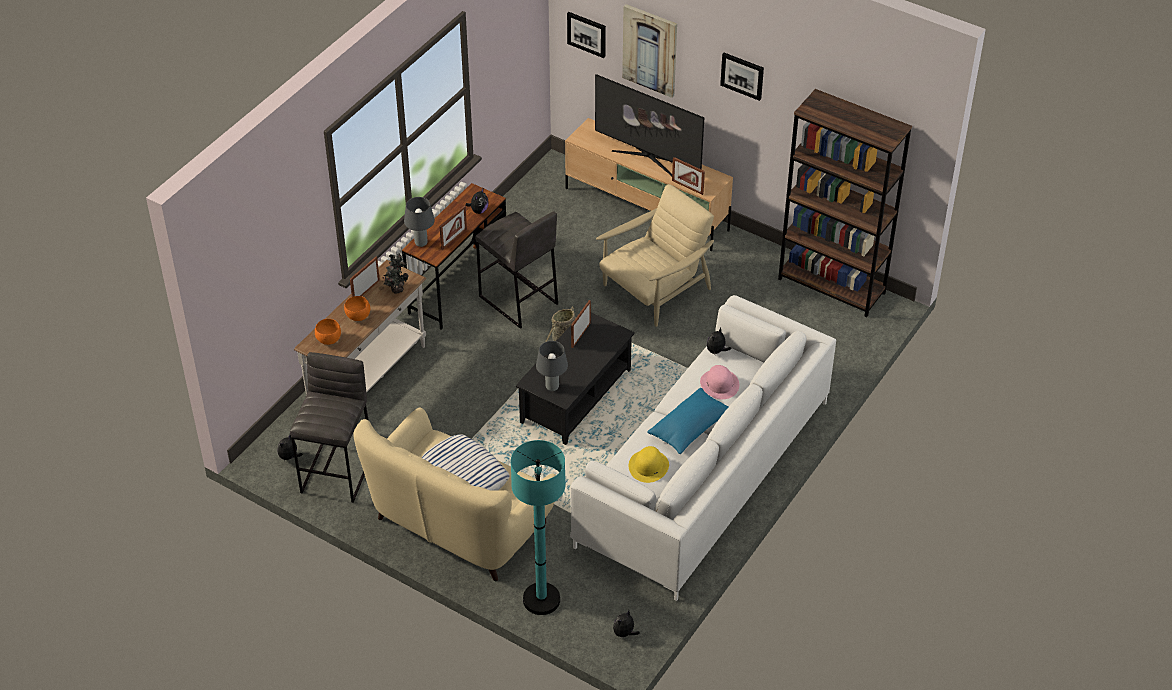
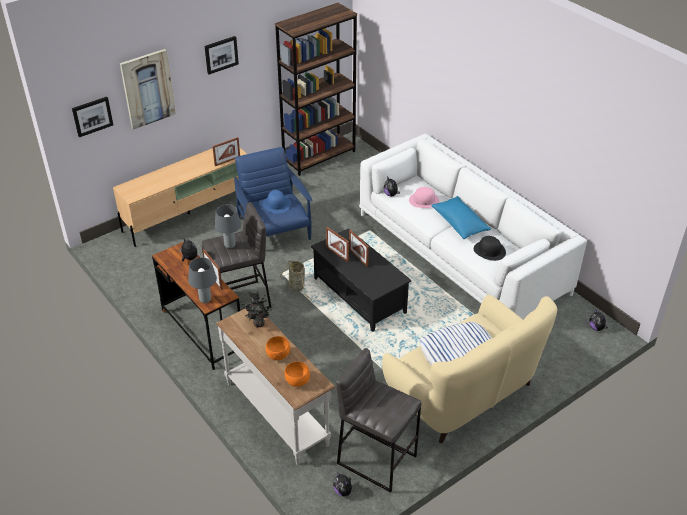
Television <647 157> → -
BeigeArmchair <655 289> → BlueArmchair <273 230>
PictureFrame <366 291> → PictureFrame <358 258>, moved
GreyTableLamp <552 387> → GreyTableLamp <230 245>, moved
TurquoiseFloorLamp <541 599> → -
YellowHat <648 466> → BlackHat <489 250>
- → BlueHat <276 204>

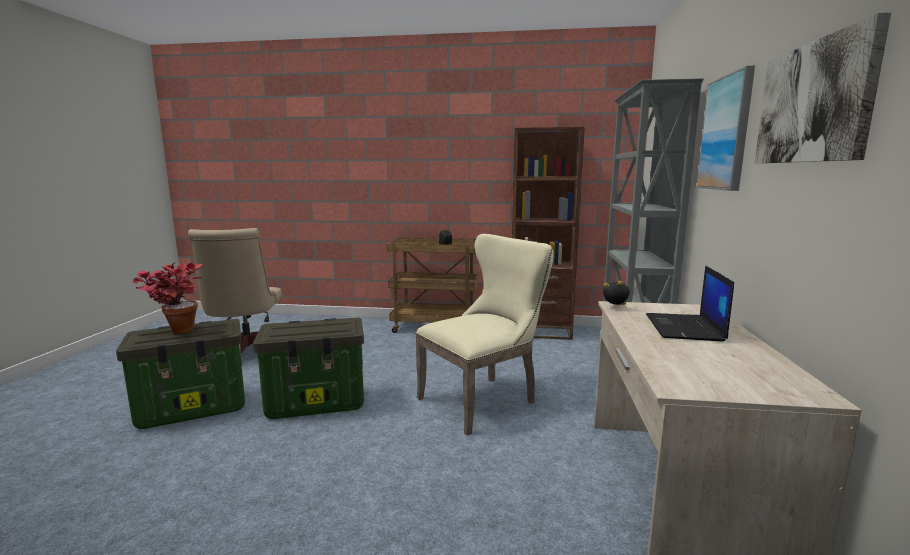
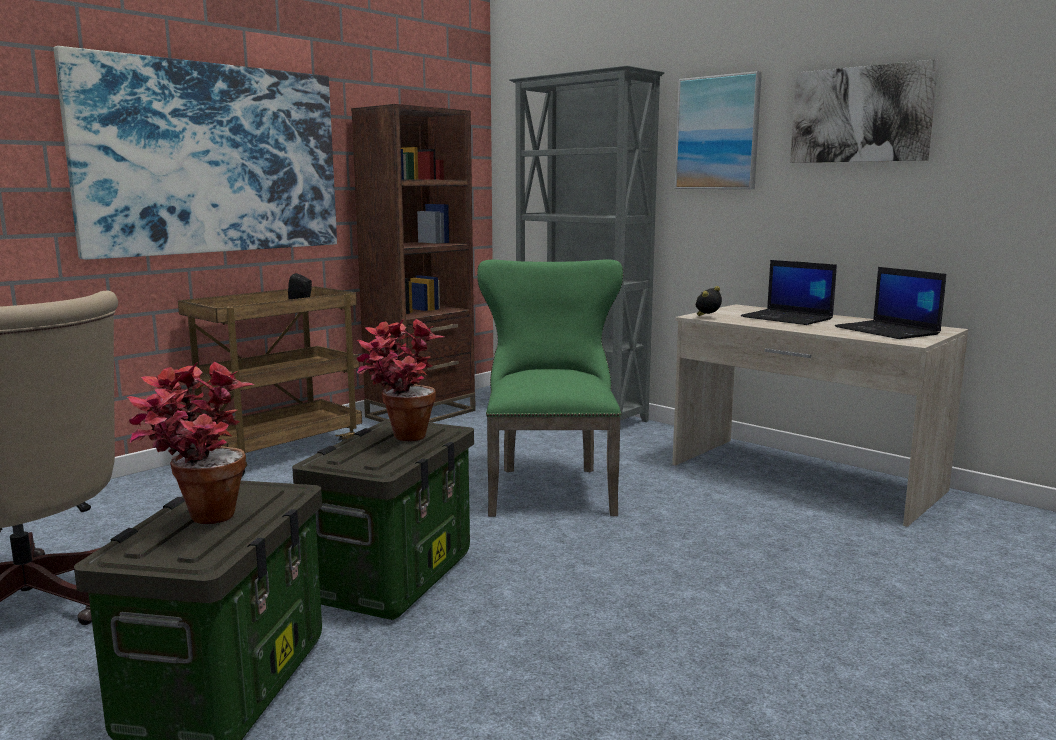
BeigeChair <484 399> → GreenChair <550 487>
- → Picture <212 159>
- → Laptop <888 331>
- → PottedPlant <399 439>

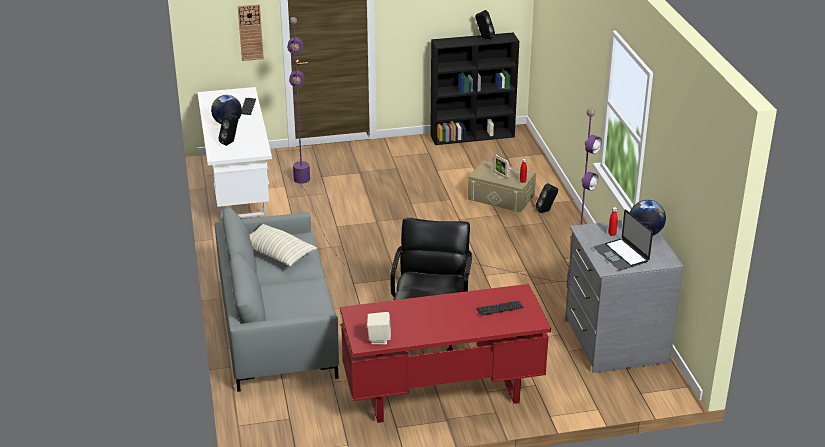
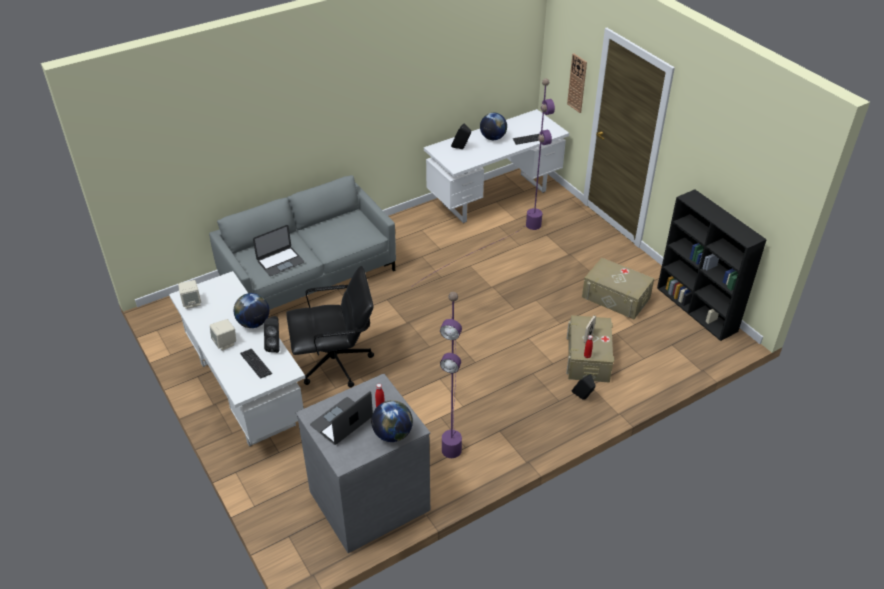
BlackSpeaker <484 38> → BlackSpeaker <275 346>, moved
Pillow <276 254> → -
RedDesk <442 396> → WhiteDesk <245 393>
- → Laptop <280 261>
- → BeigeStorageBox <616 297>
- → Globe <253 323>
- → BeigeSpeaker <225 343>

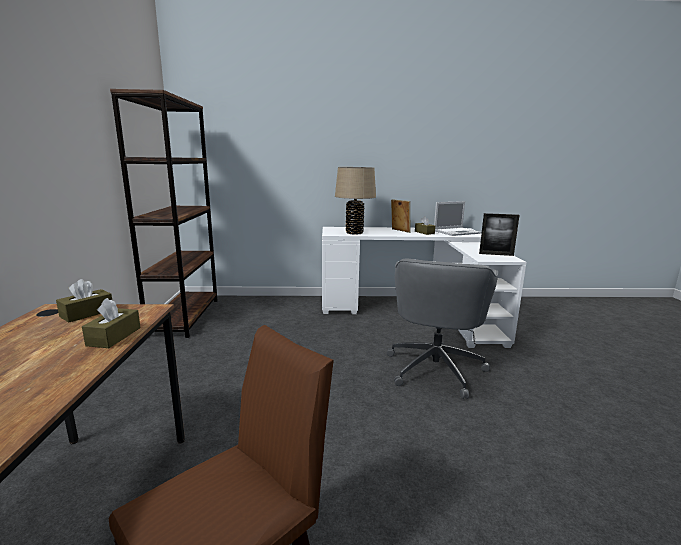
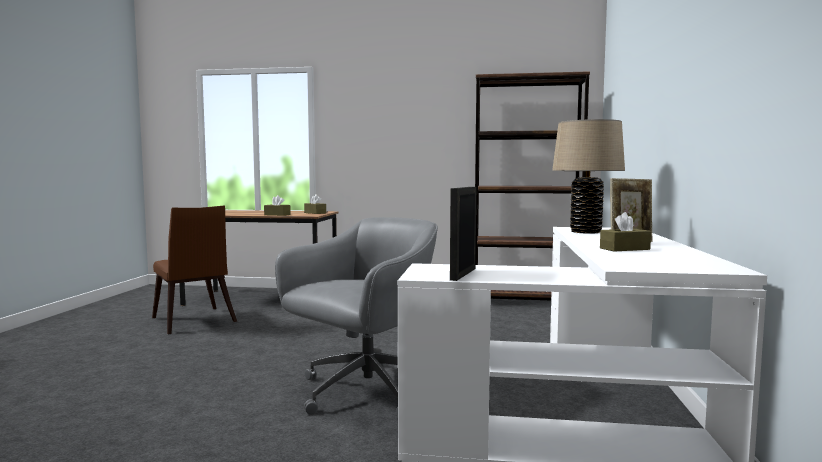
Laptop <457 232> → -
GreyOfficeChair <435 367> → GreyOfficeChair <364 392>, 105 degrees clockwise

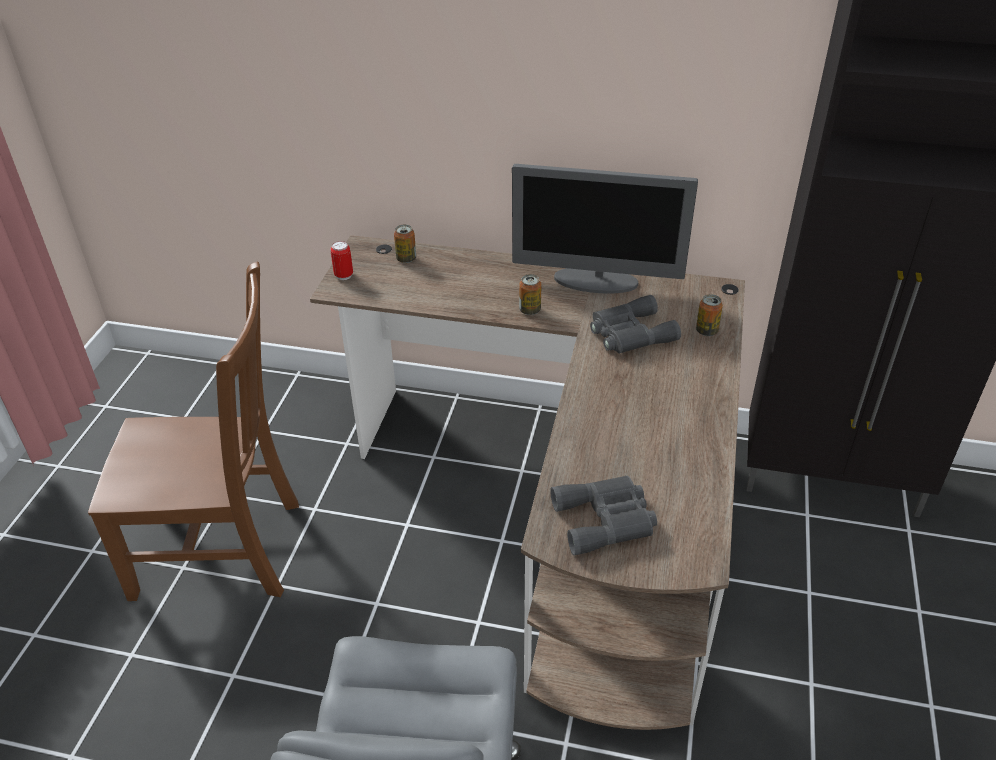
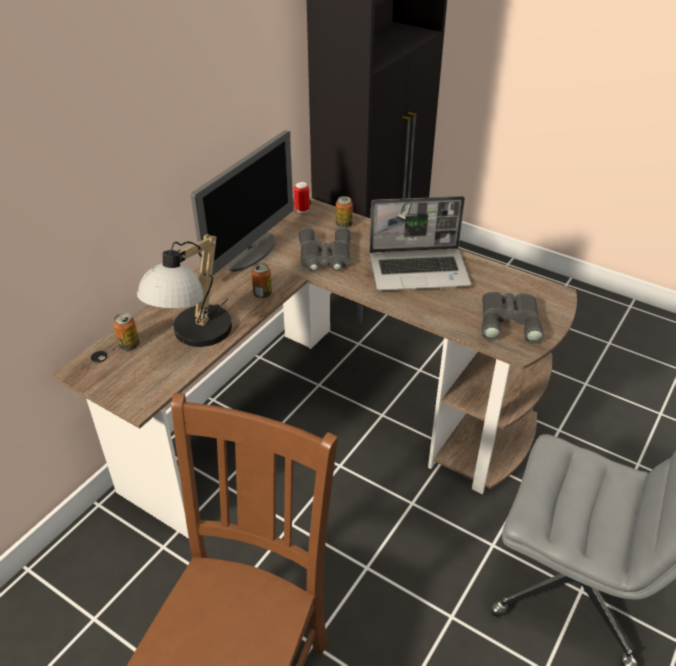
Can <344 276> → Can <302 210>, moved
- → Laptop <419 270>
- → TableLamp <194 338>

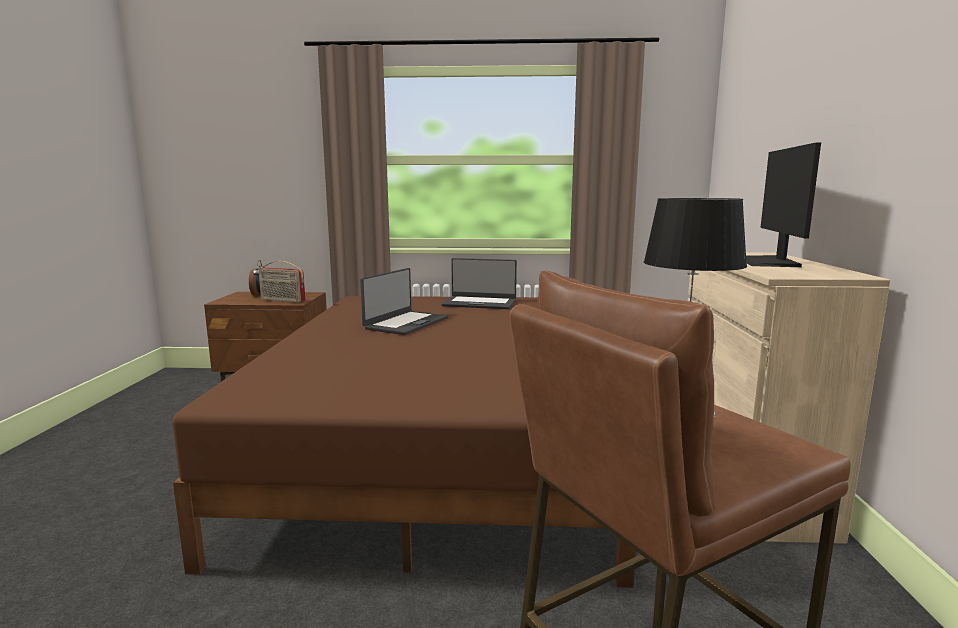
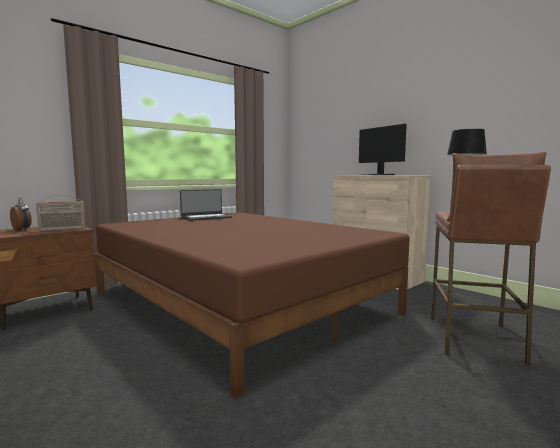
Laptop <406 323> → -

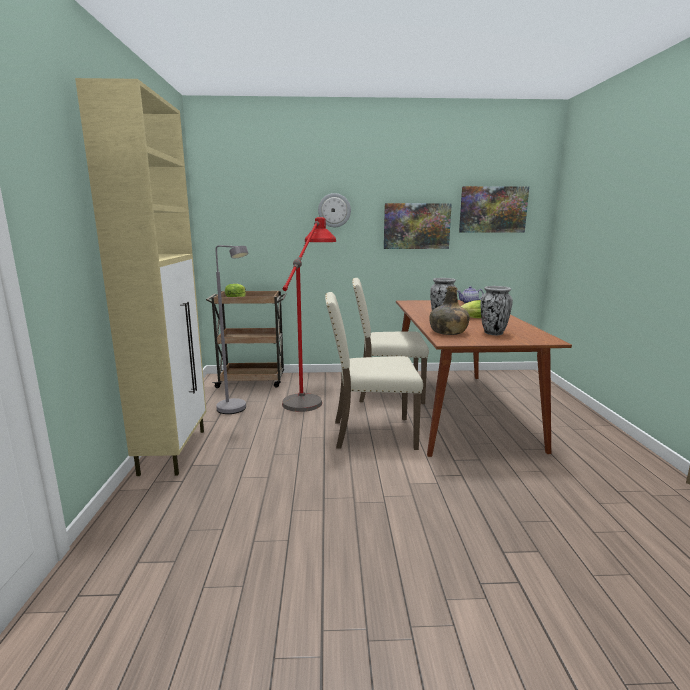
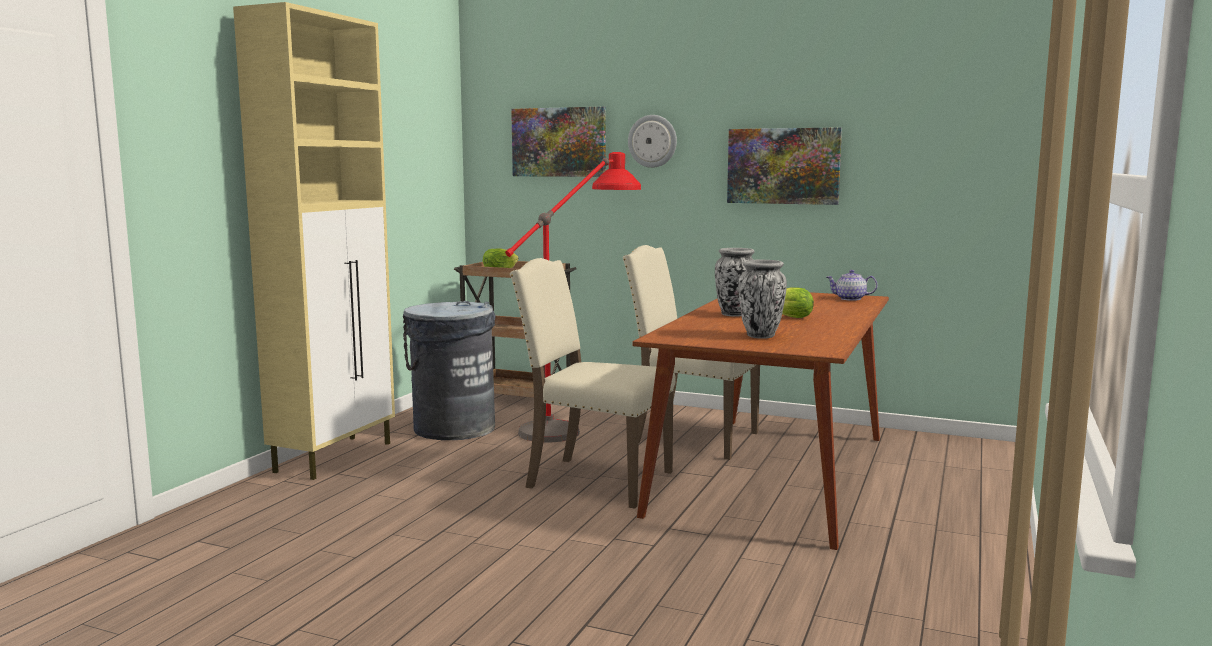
Picture <493 209> → Picture <559 142>, moved
GreyFloorLamp <236 410> → GreyTrashCan <453 428>
GreenBottle <448 332> → -

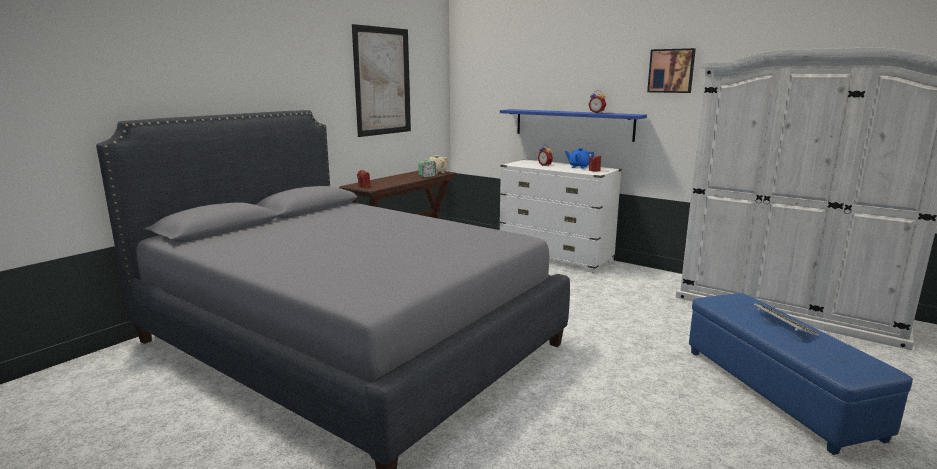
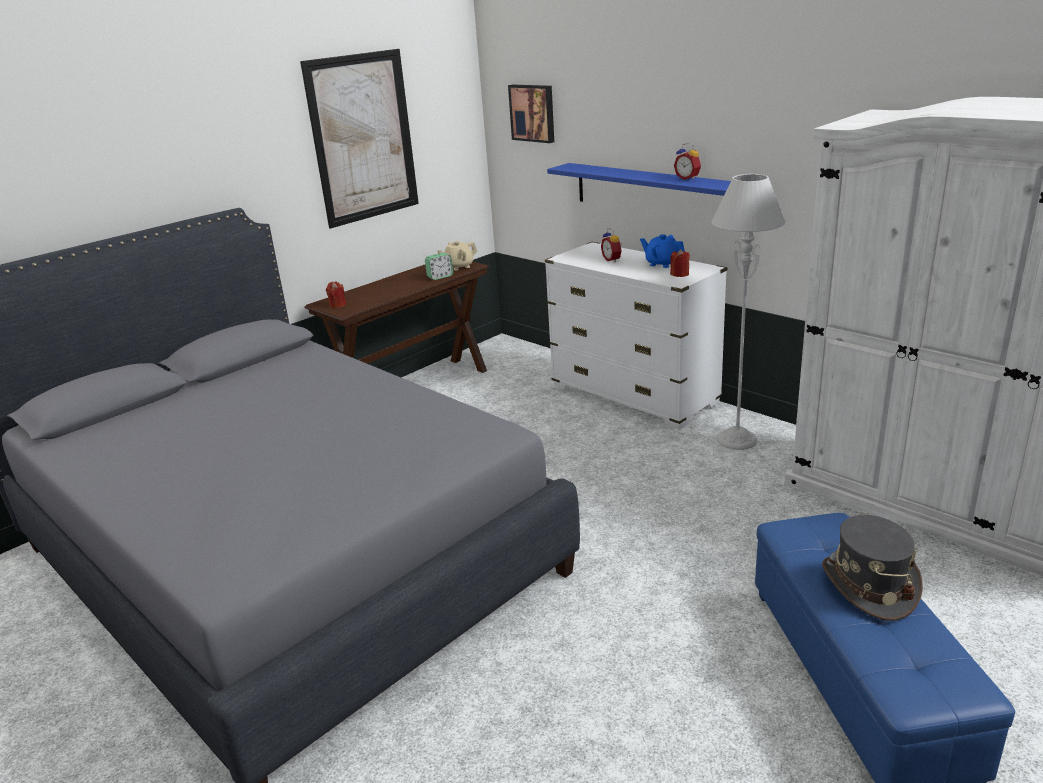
Picture <671 71> → Picture <533 113>, moved
Keyboard <783 324> → GreyHat <869 586>
- → GreyFloorLamp <737 439>

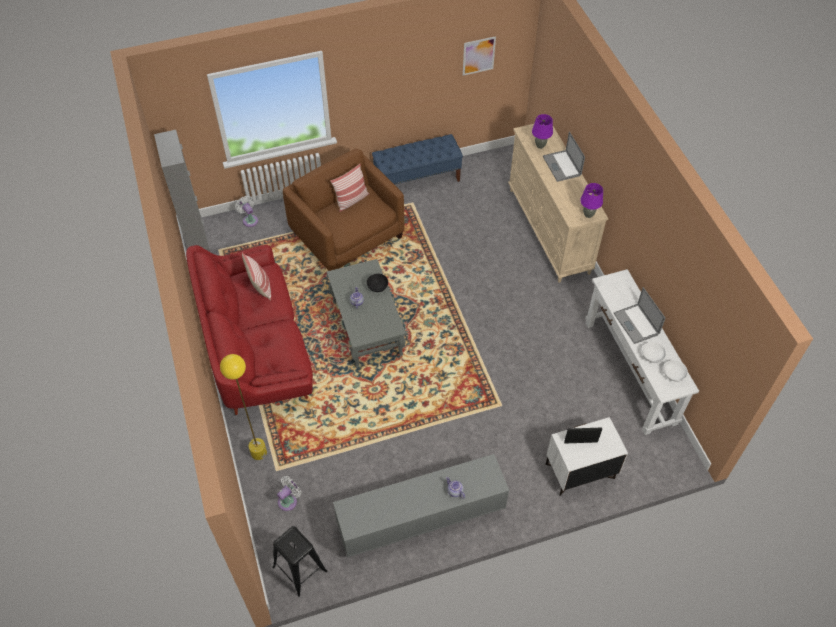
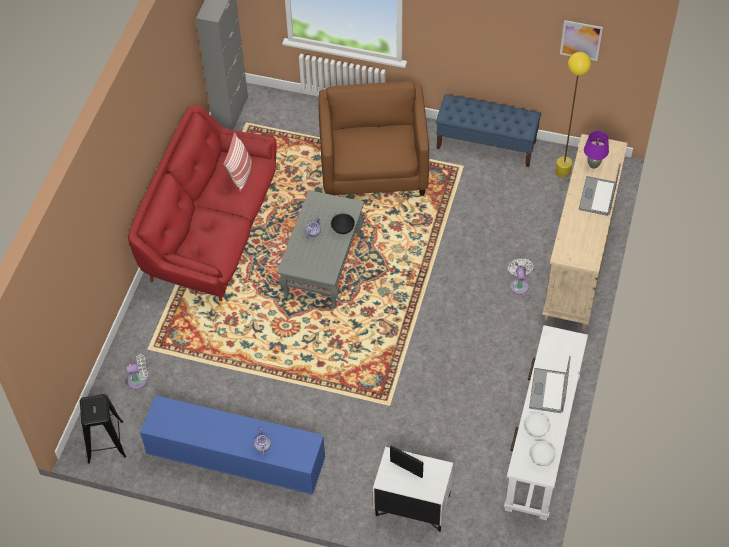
Pillow <351 200> → -
PurpleTableLamp <588 215> → -
WhiteFan <249 220> → WhiteFan <519 285>, moved
YellowFloorLamp <258 453> → YellowFloorLamp <562 172>, moved
GreyTvStand <420 518> → BlueTvStand <236 460>

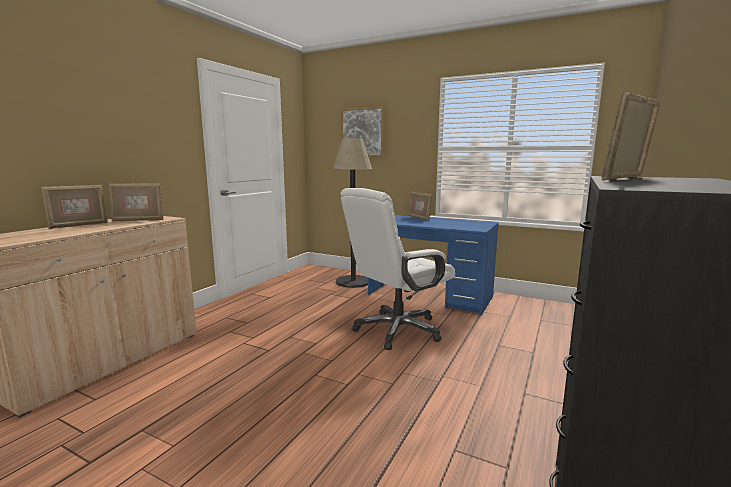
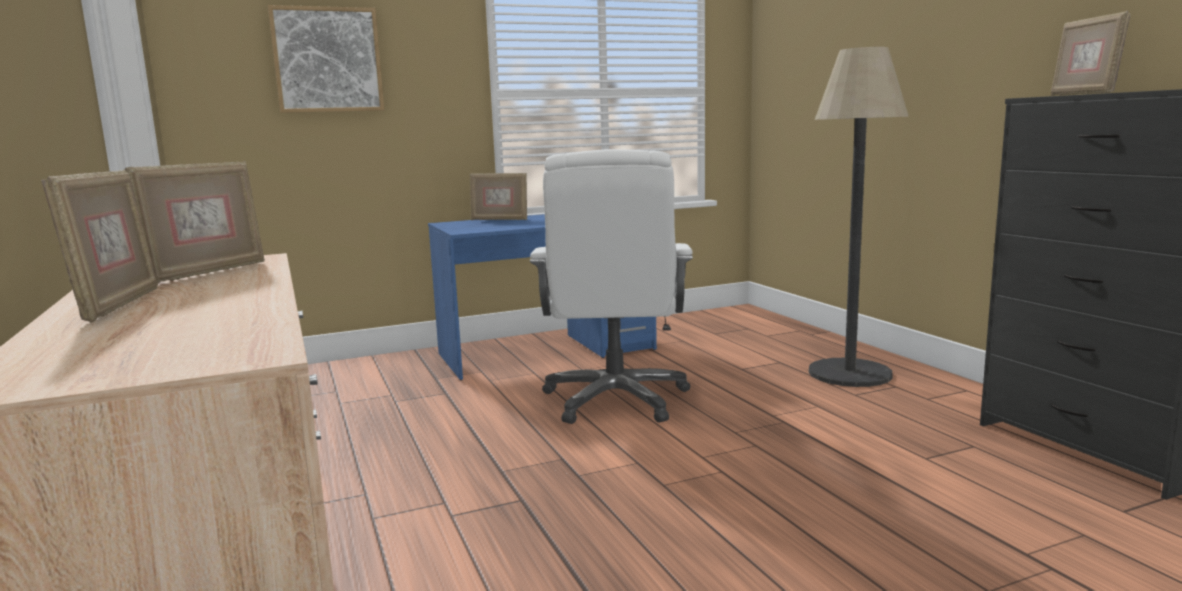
FloorLamp <353 281> → FloorLamp <849 373>, moved

